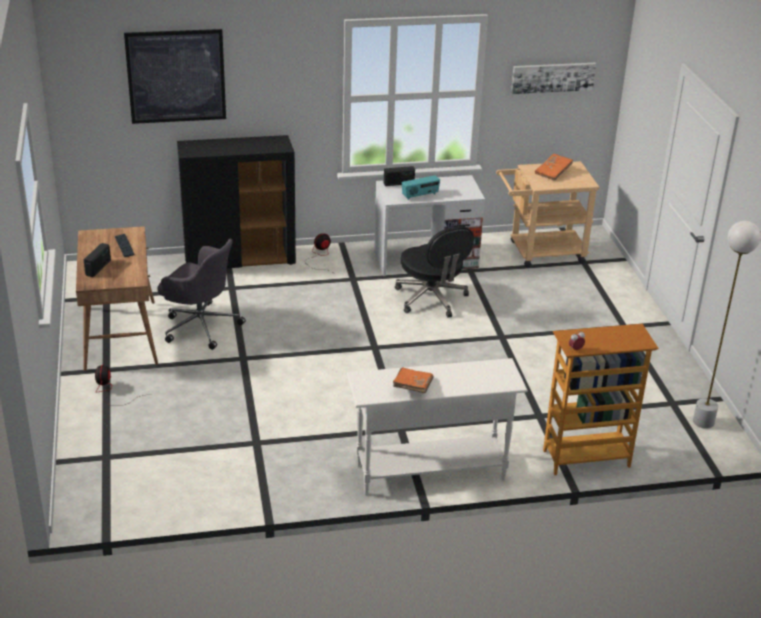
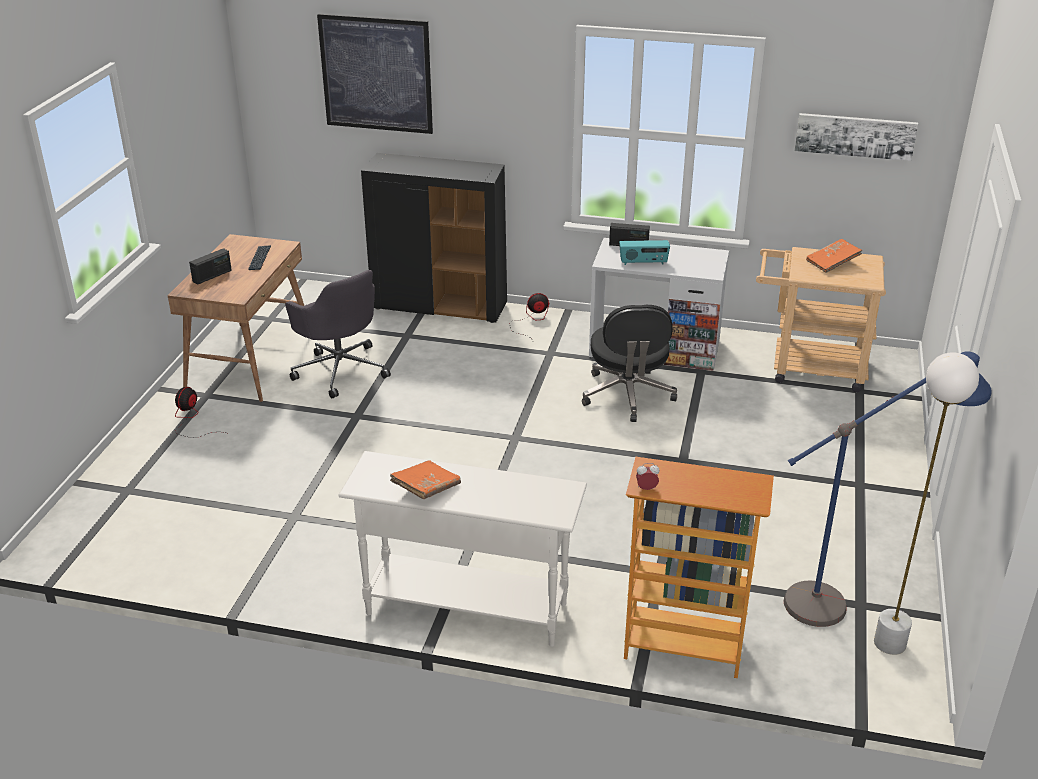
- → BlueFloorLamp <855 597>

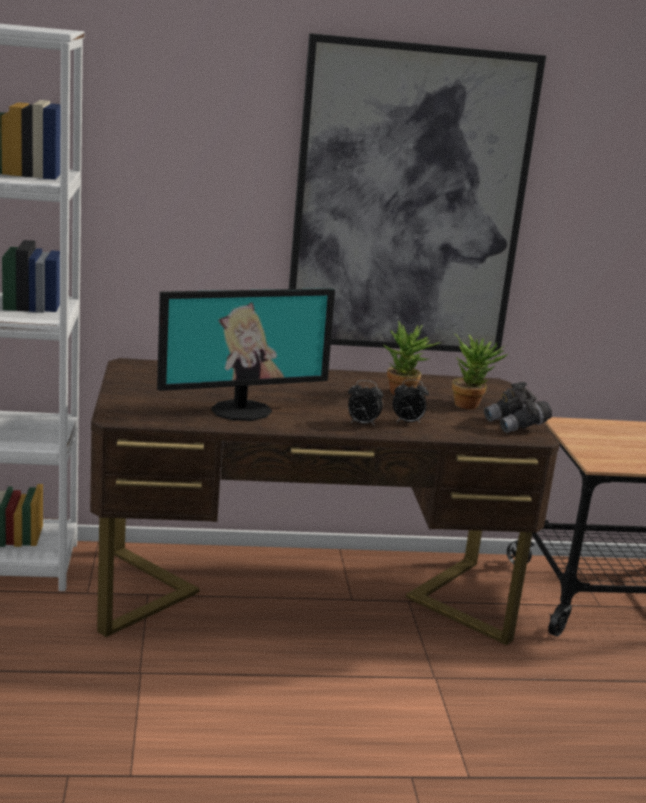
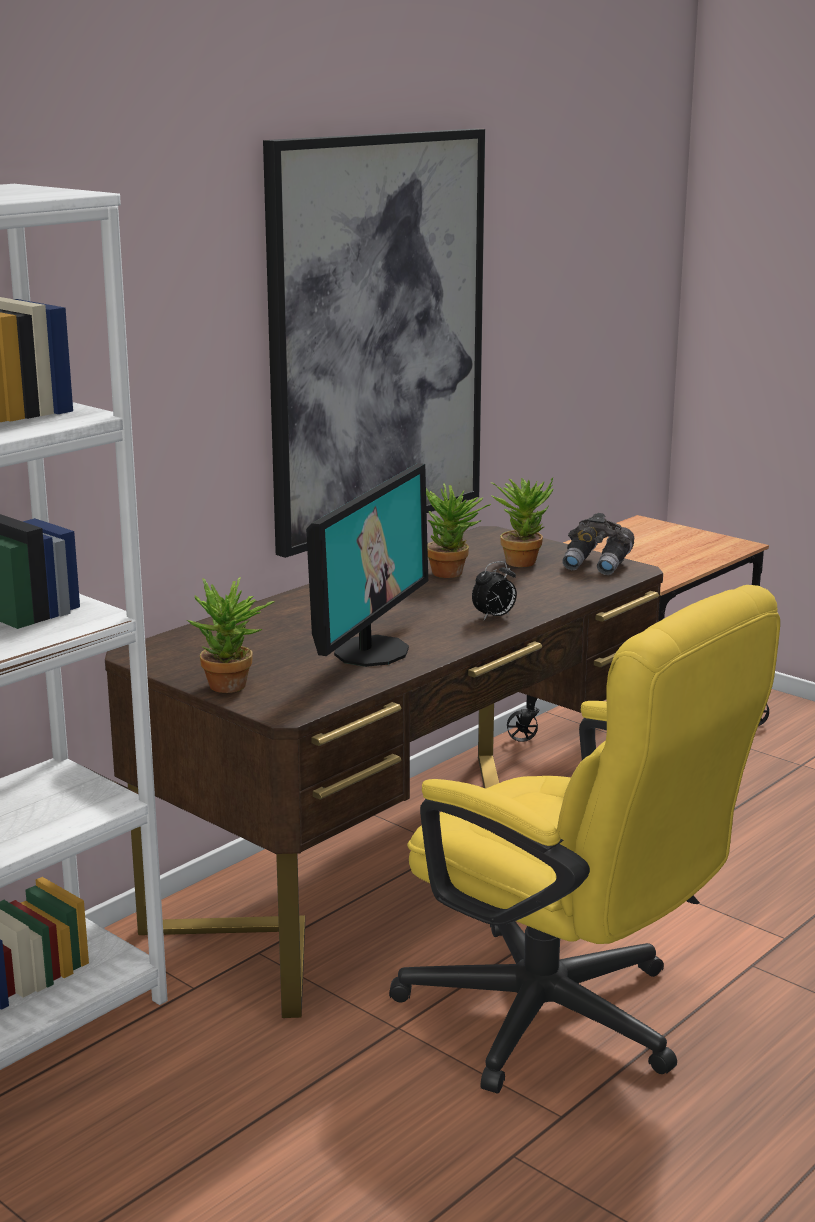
AlarmClock <407 422> → -
- → PottedPlant <233 688>
- → YellowOfficeChair <566 1023>

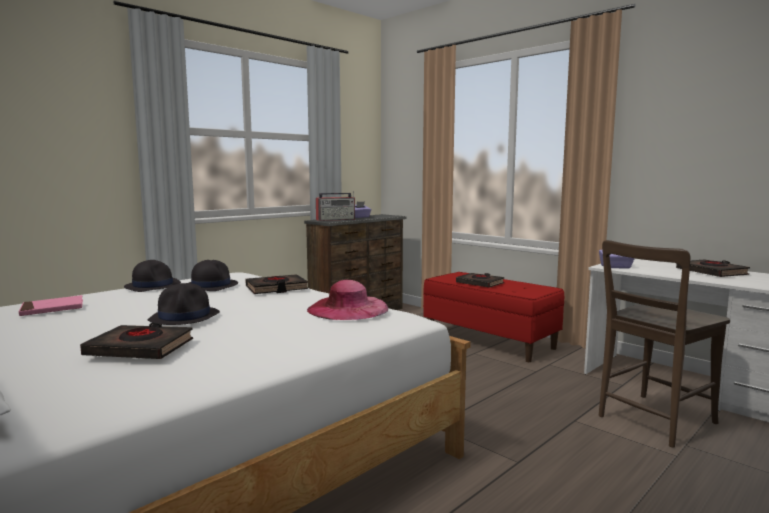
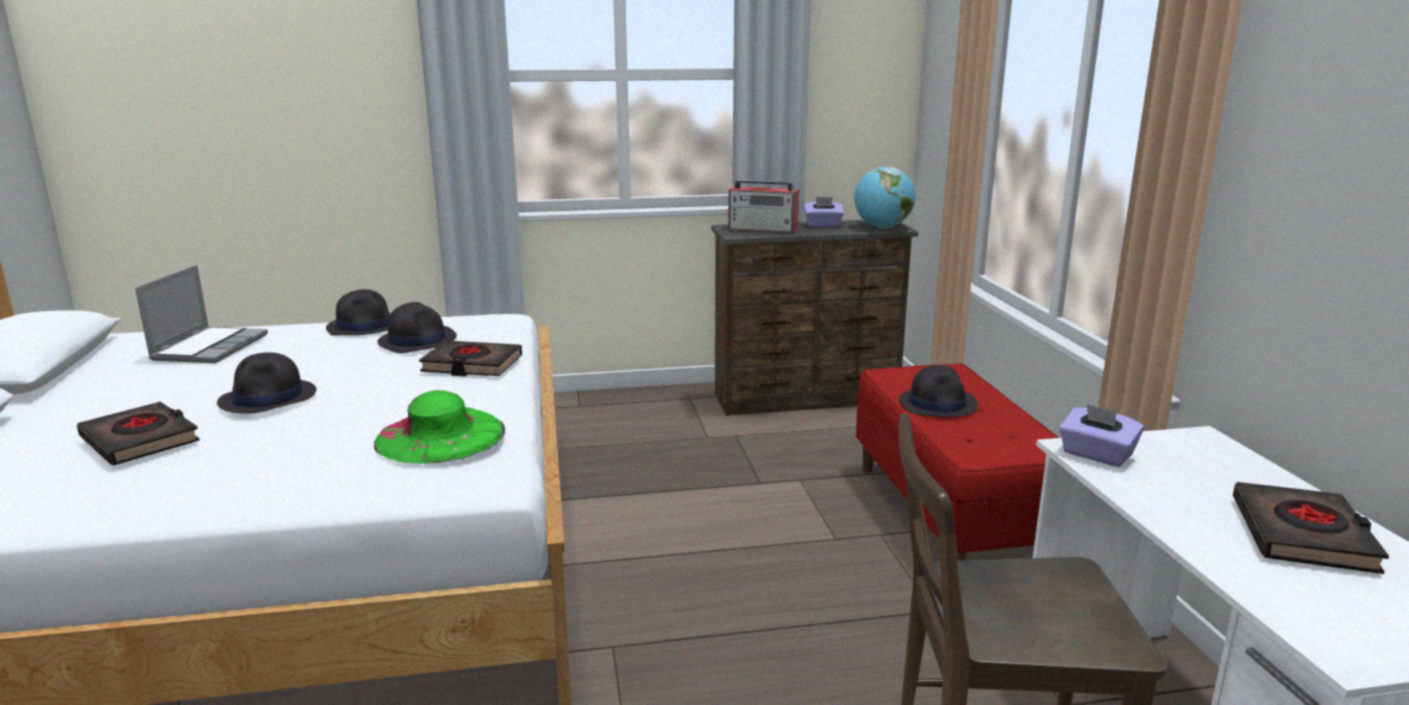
BlackBook <480 283> → BlackHat <938 404>
PinkHat <348 308> → GreenHat <440 435>
PinkBook <52 309> → Laptop <210 347>
- → Globe <882 227>

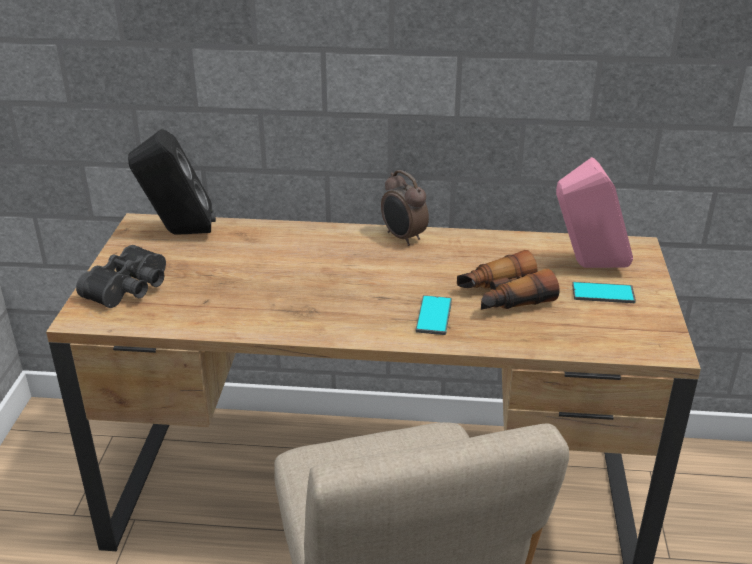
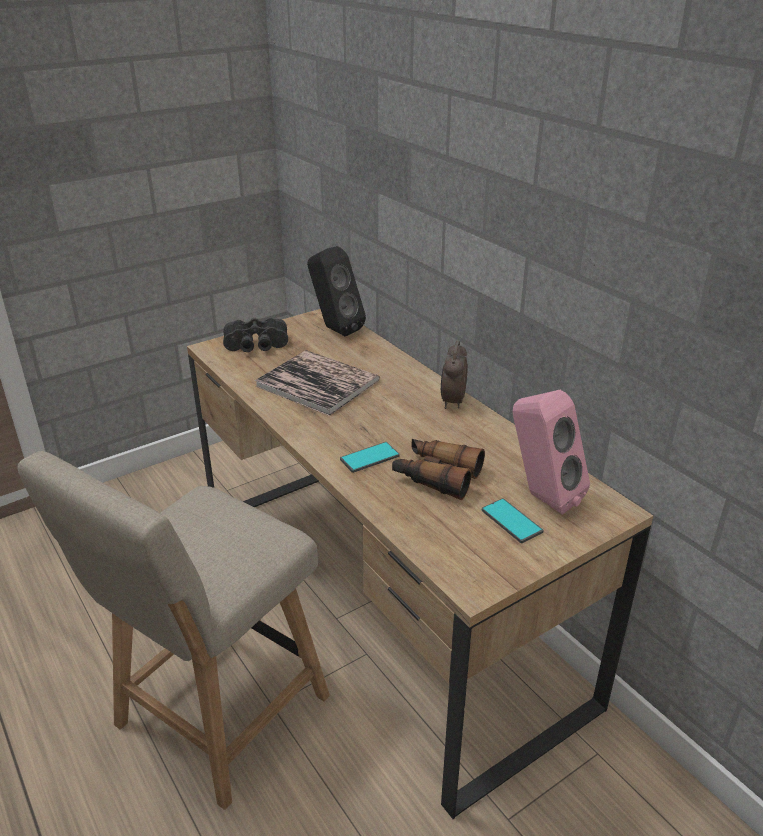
- → Book <317 383>

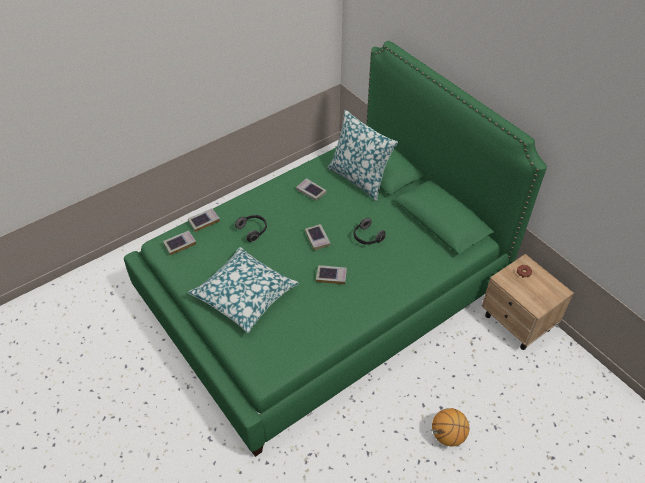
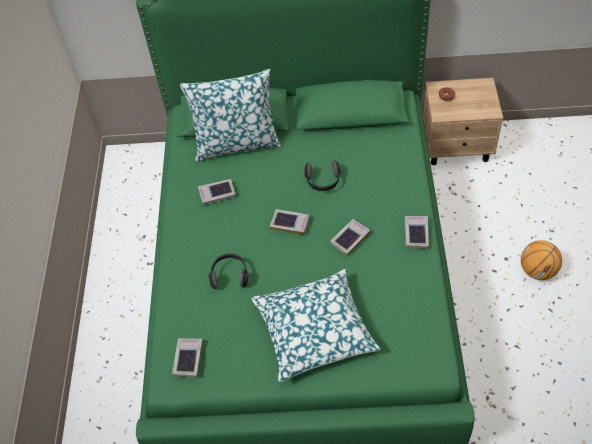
Book <204 221> → Book <416 234>, moved

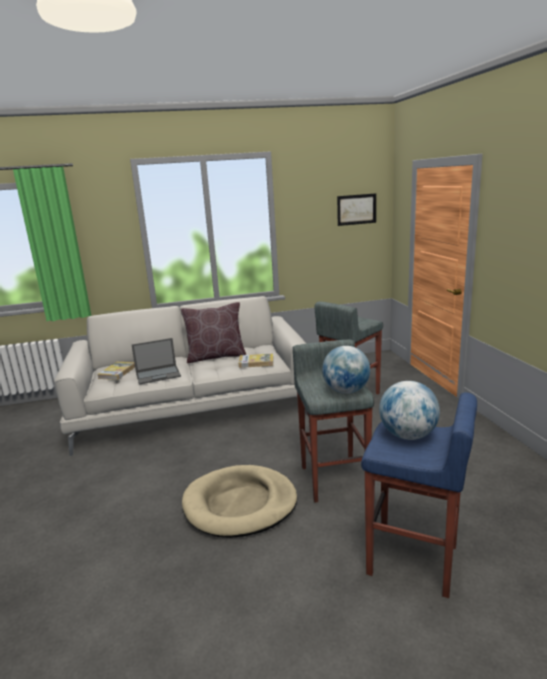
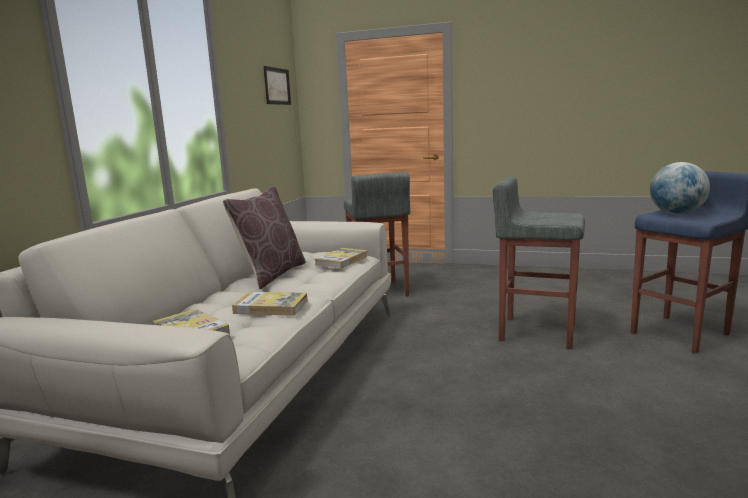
Laptop <158 375> → Book <271 307>
Globe <346 391> → -
BeigeDogBed <240 504> → -

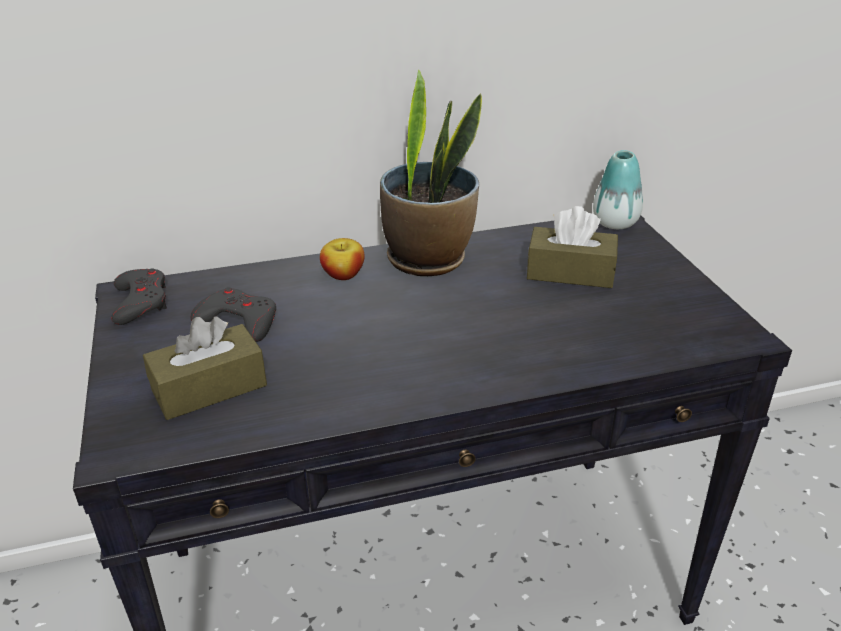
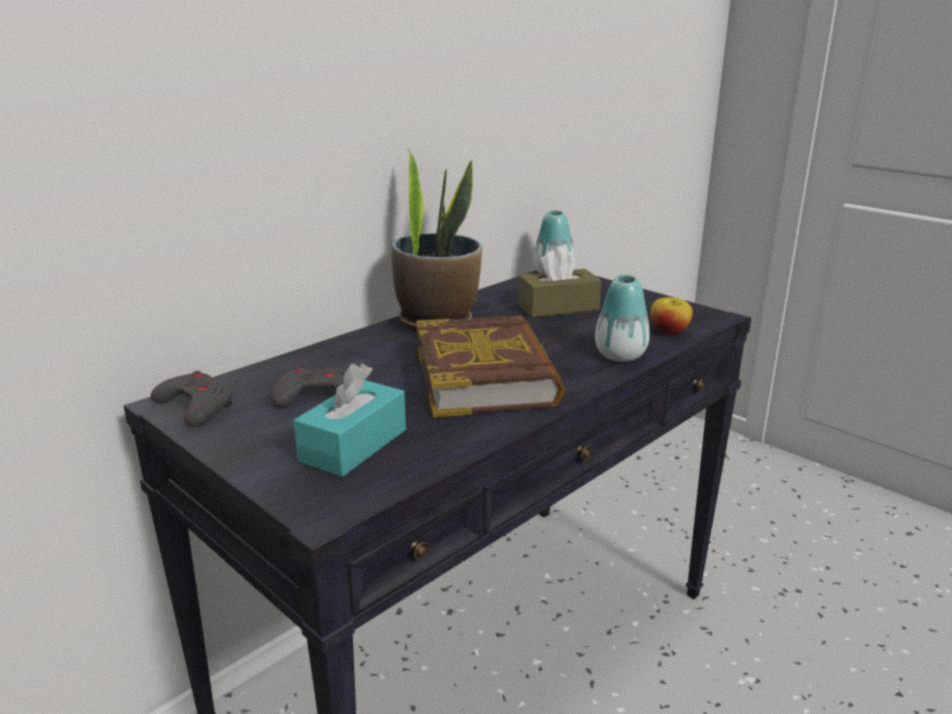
Apple <343 275> → Apple <669 331>, moved
BrownTissueBox <209 388> → TurquoiseTissueBox <353 445>
- → Vase <620 355>
- → Book <485 376>

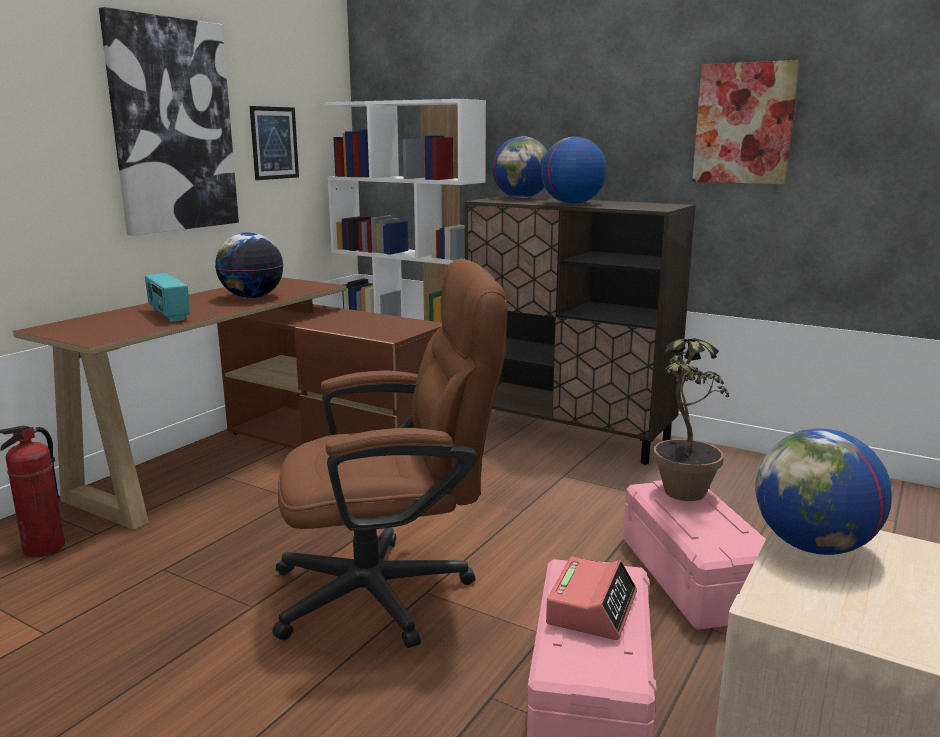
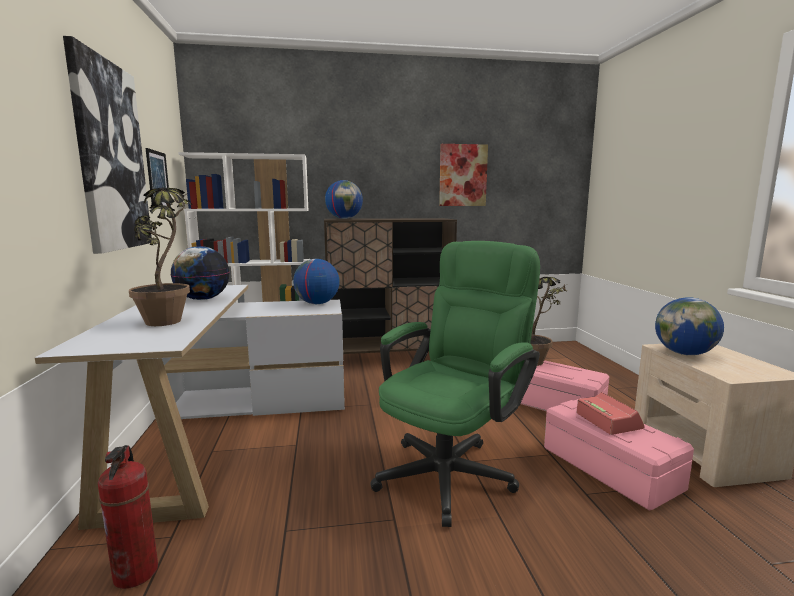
Globe <572 204> → Globe <317 303>, moved
BrownOfficeChair <391 591> → GreenOfficeChair <453 469>
Radio <168 315> → PottedPlant <170 319>
BrownDesk <263 458> → WhiteDesk <225 429>

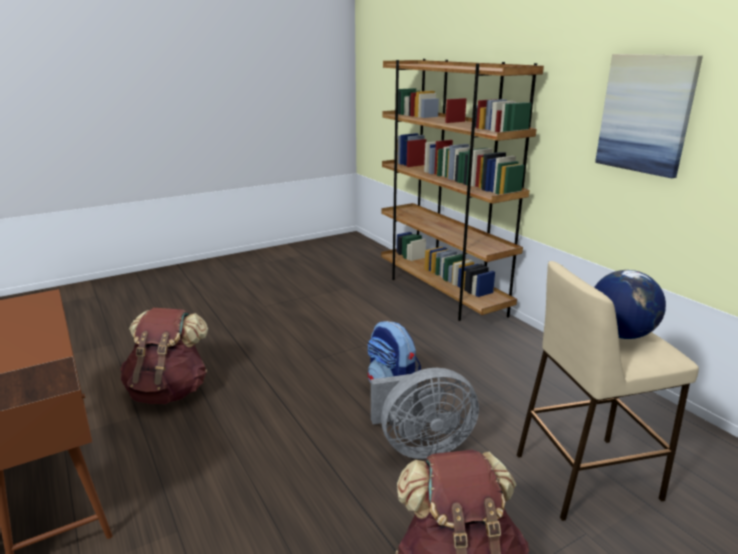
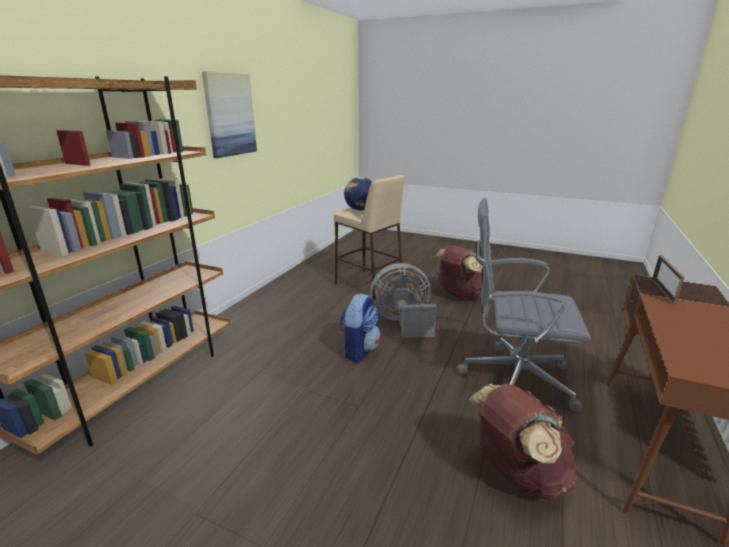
GreyFan <420 446> → GreyFan <402 323>, 45 degrees counterclockwise
- → GreyOfficeChair <513 379>
- → PictureFrame <663 290>

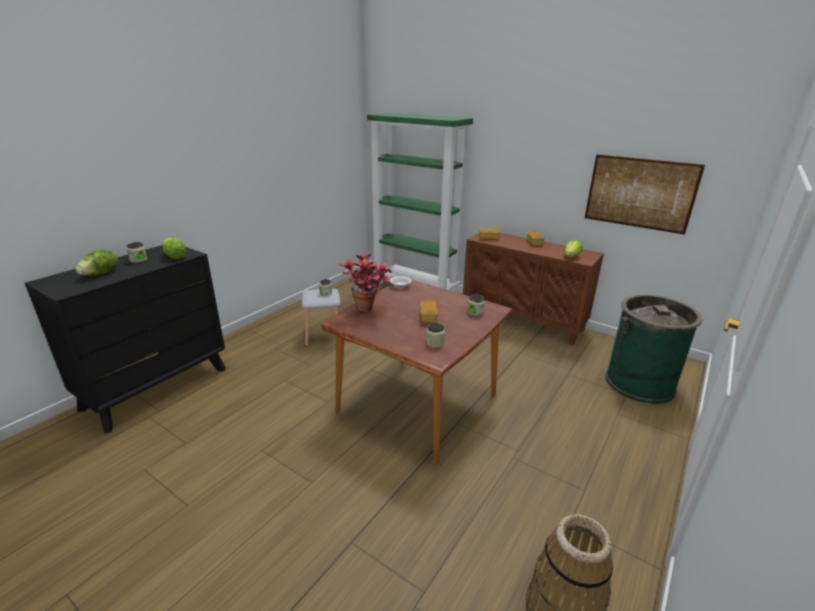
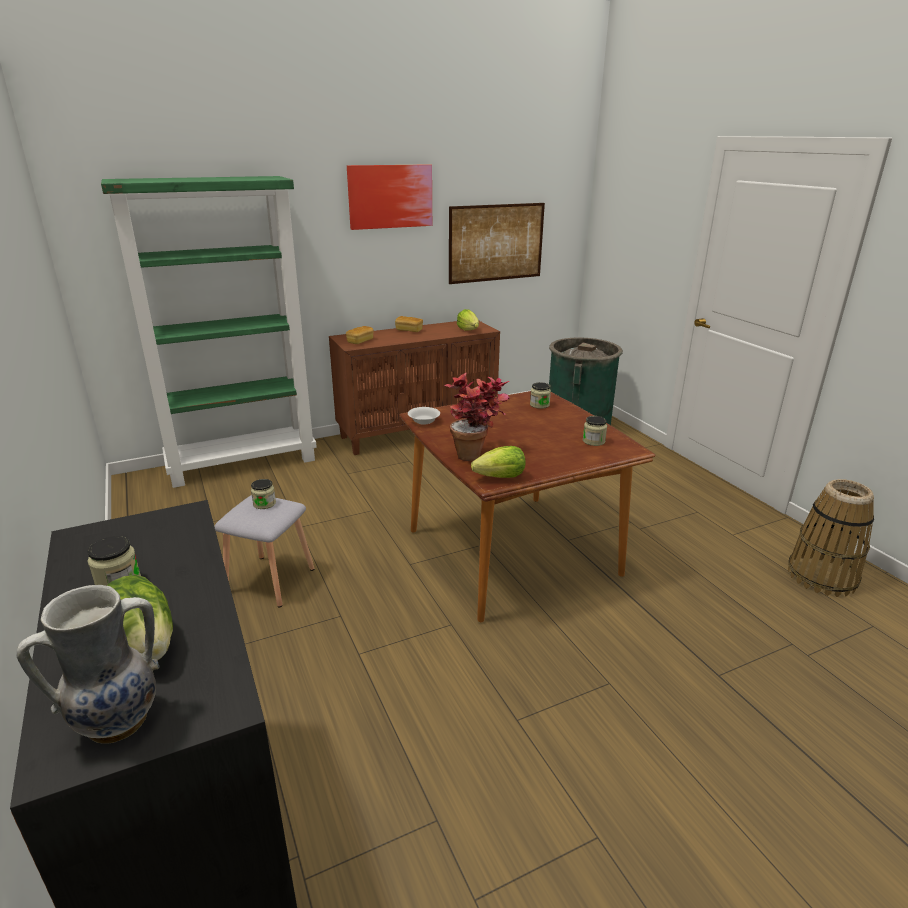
Lettuce <174 257> → Lettuce <500 477>, moved
Bread <428 317> → -
- → Picture <390 196>
- → Vase <117 720>

